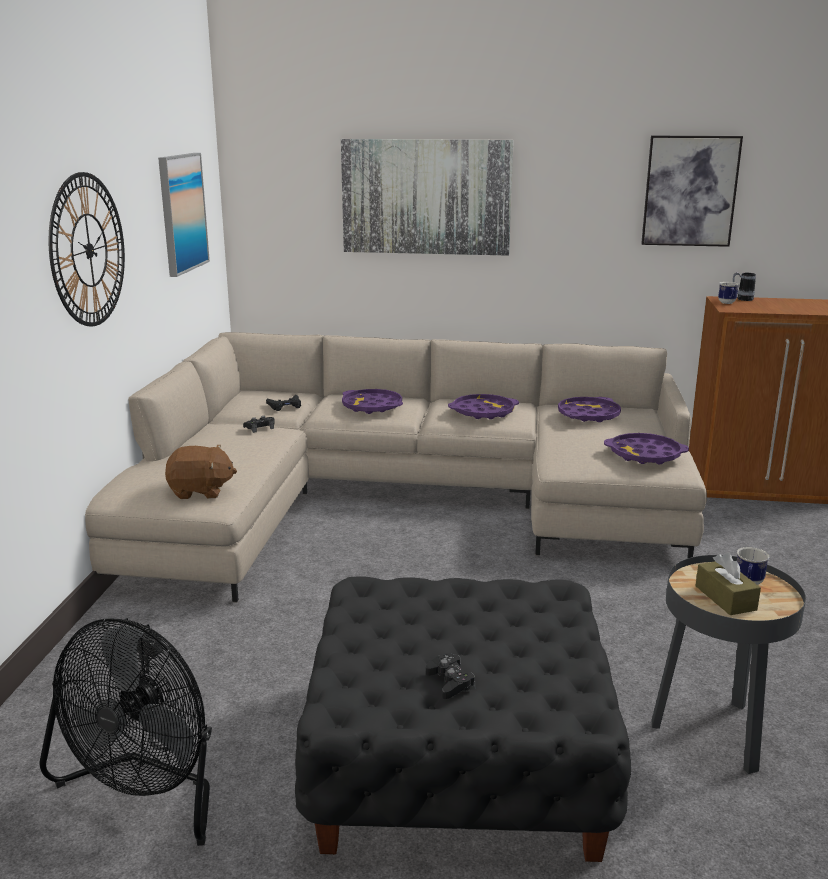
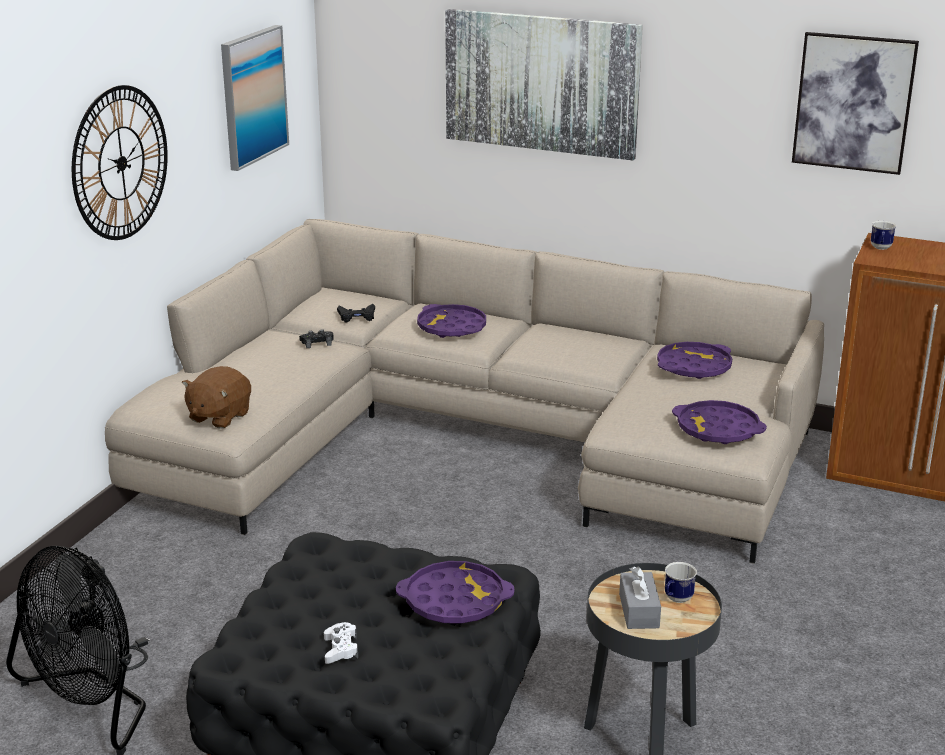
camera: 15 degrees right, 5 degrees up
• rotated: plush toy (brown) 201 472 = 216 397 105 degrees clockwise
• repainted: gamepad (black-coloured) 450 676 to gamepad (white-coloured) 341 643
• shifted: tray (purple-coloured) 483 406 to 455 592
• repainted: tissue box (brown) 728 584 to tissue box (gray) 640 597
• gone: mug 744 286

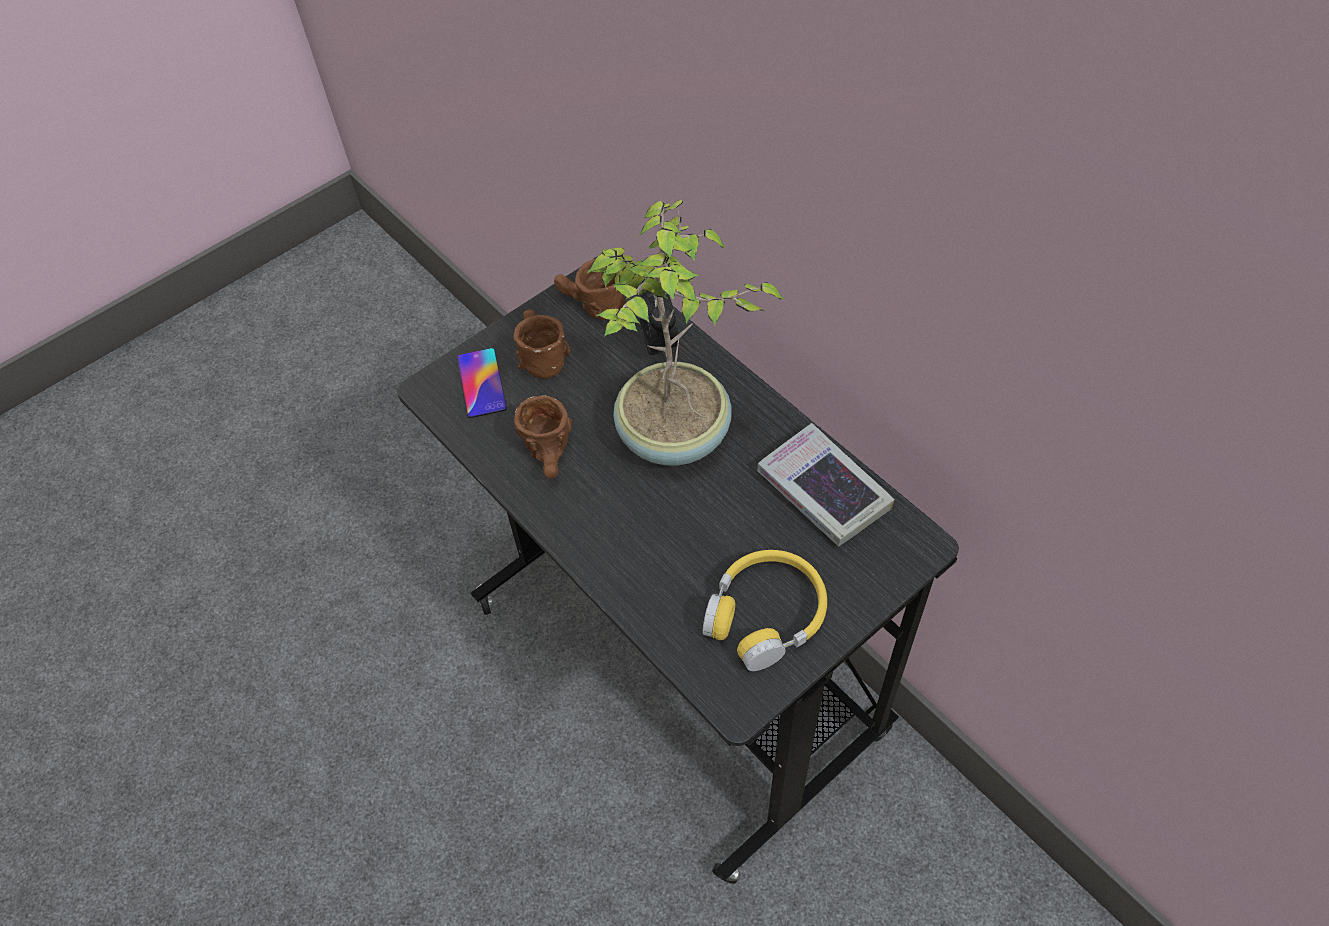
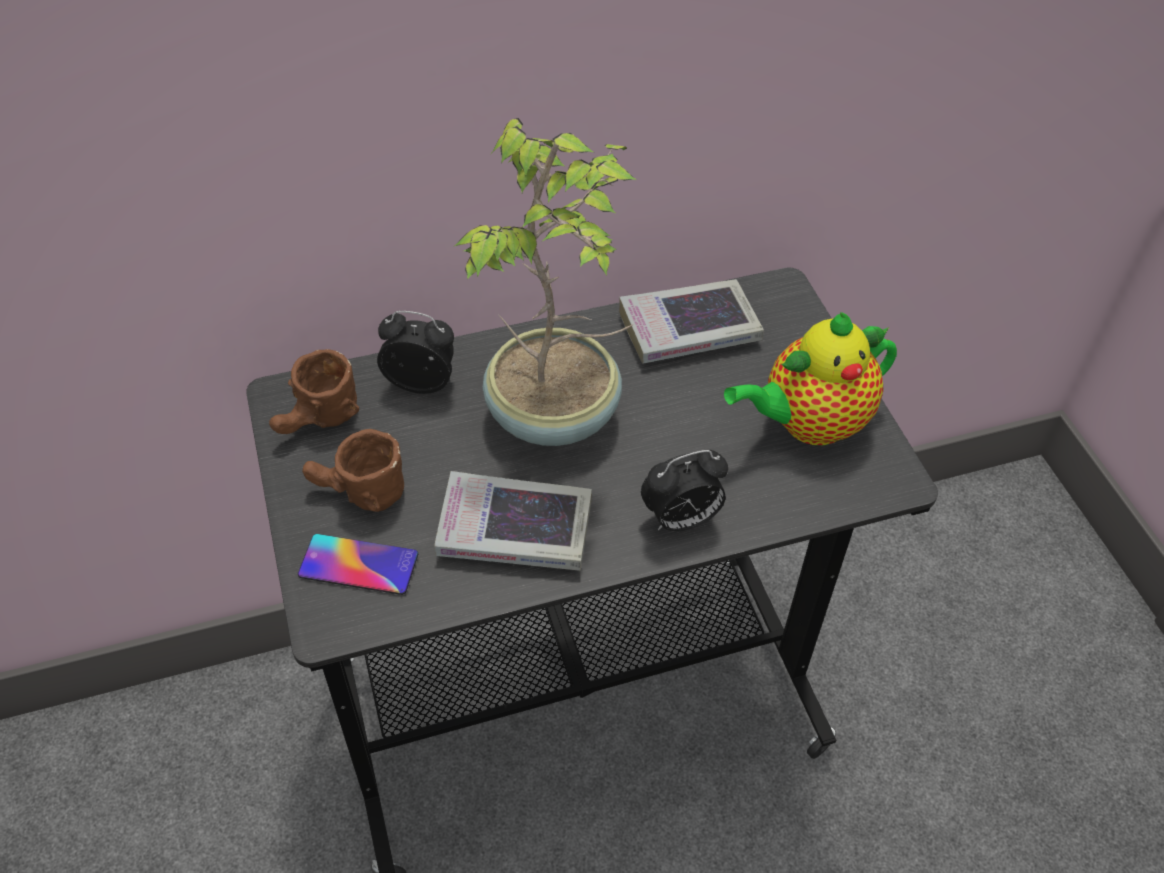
camera: 70 degrees left, 5 degrees down
• swapped: mug (brown) 543 437 to bound book 513 521
• swapped: headphones (yellowish) 764 610 to tea pot 810 378
• new: table clock 684 491

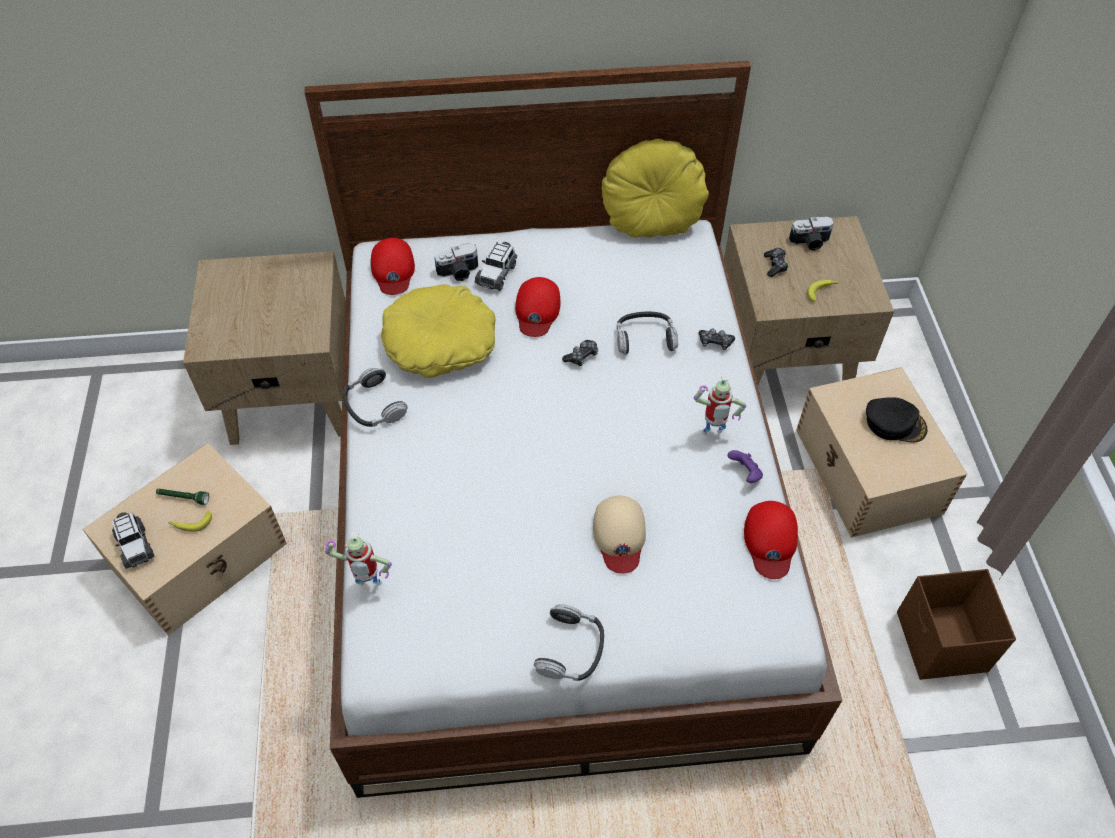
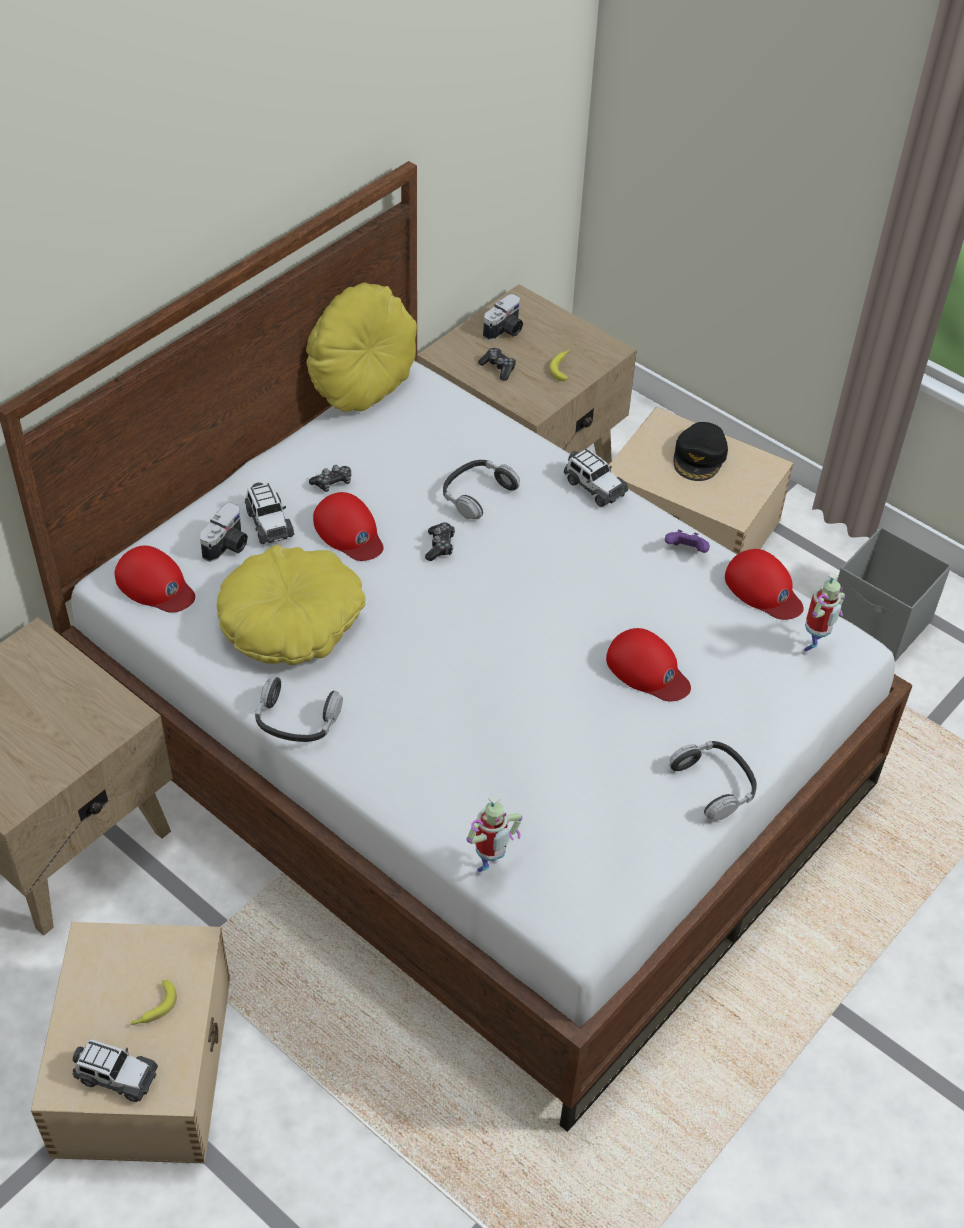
camera: 45 degrees left, 5 degrees down
• gone: flashlight (green) 182 497
• repainted: peaked cap (sand-coloured) 619 535 to peaked cap (red-coloured) 648 664
• shifted: robot figure 720 405 to 823 613
• shifted: gamepad 717 339 to 330 478
• rotated: peaked cap (black-coloured) 896 419 = 700 451 135 degrees clockwise
• repainted: storage box (brown) 956 624 to storage box (gray) 894 594
• new: model car 596 477

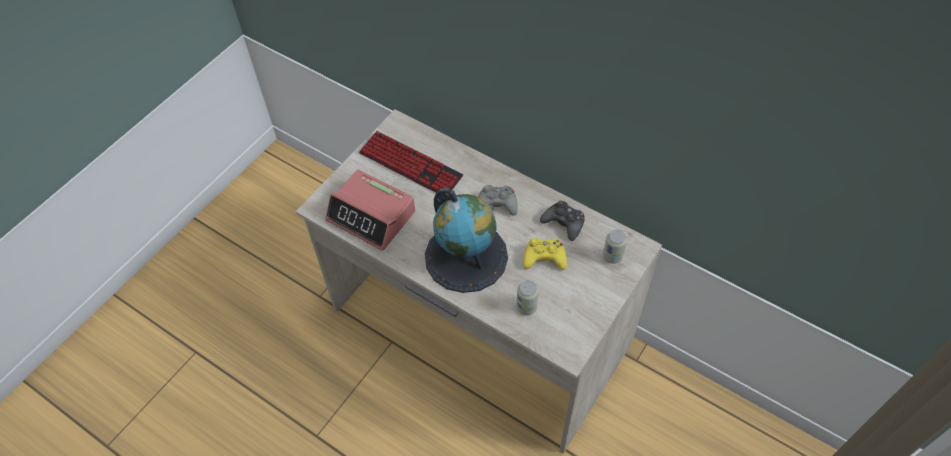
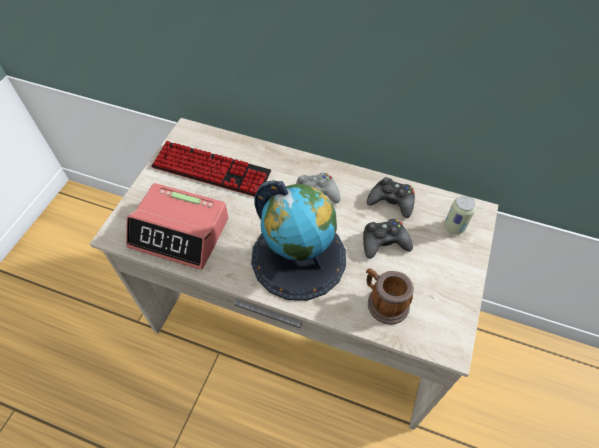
camera: 15 degrees left, 0 degrees up
• swapped: can 527 297 to mug 390 296
• repainted: gamepad (yellowish) 545 254 to gamepad (black-coloured) 388 239

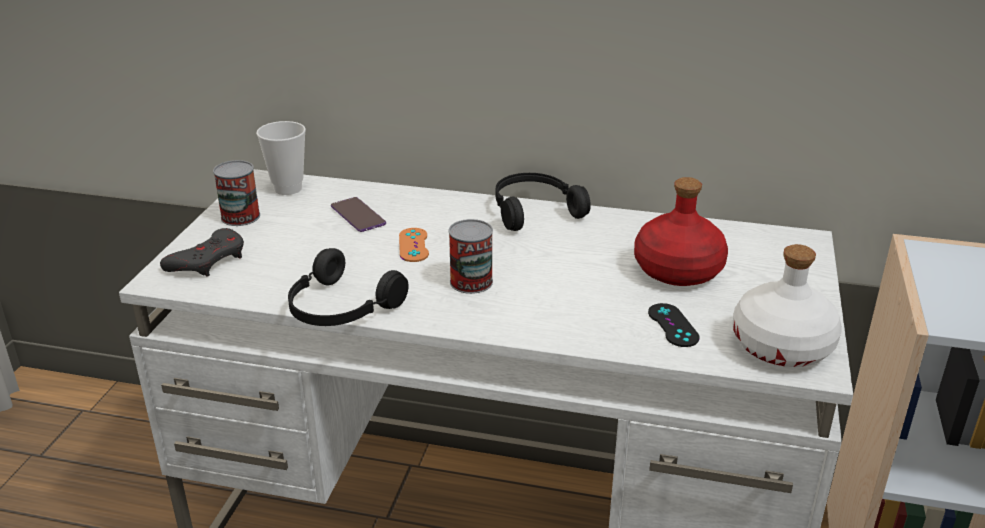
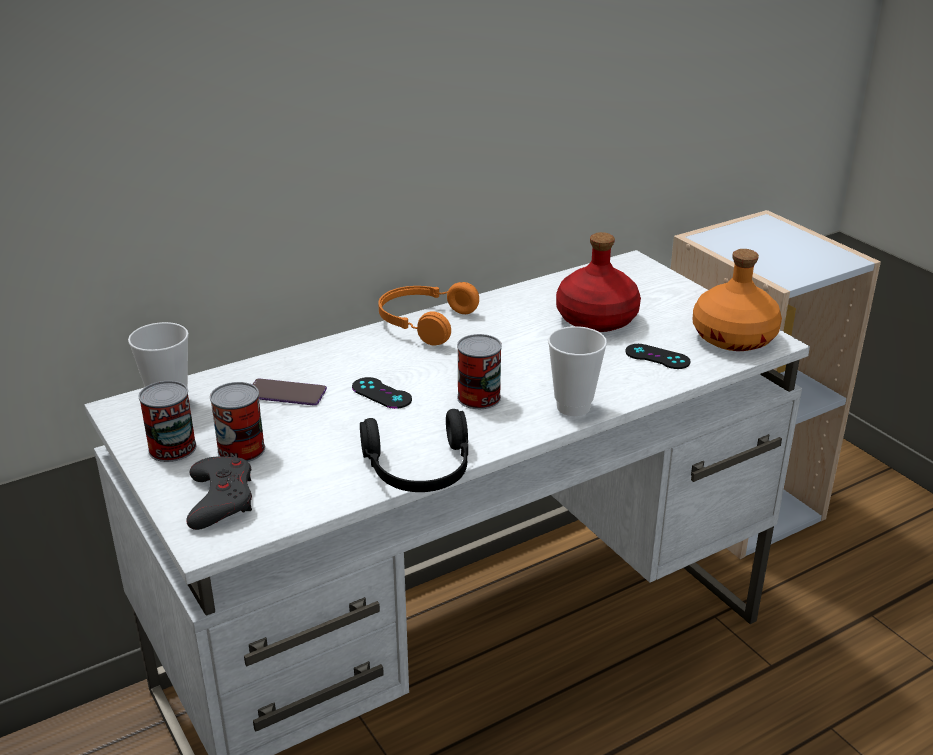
camera: 45 degrees left, 0 degrees up
• repainted: gamepad (orange-coloured) 414 245 to gamepad (black-coloured) 382 393
• repainted: headphones (black-coloured) 543 202 to headphones (orange-coloured) 428 313
• repainted: drink bottle (white-coloured) 787 305 to drink bottle (orange-coloured) 737 300
• new: can 237 422
• new: cup 577 371

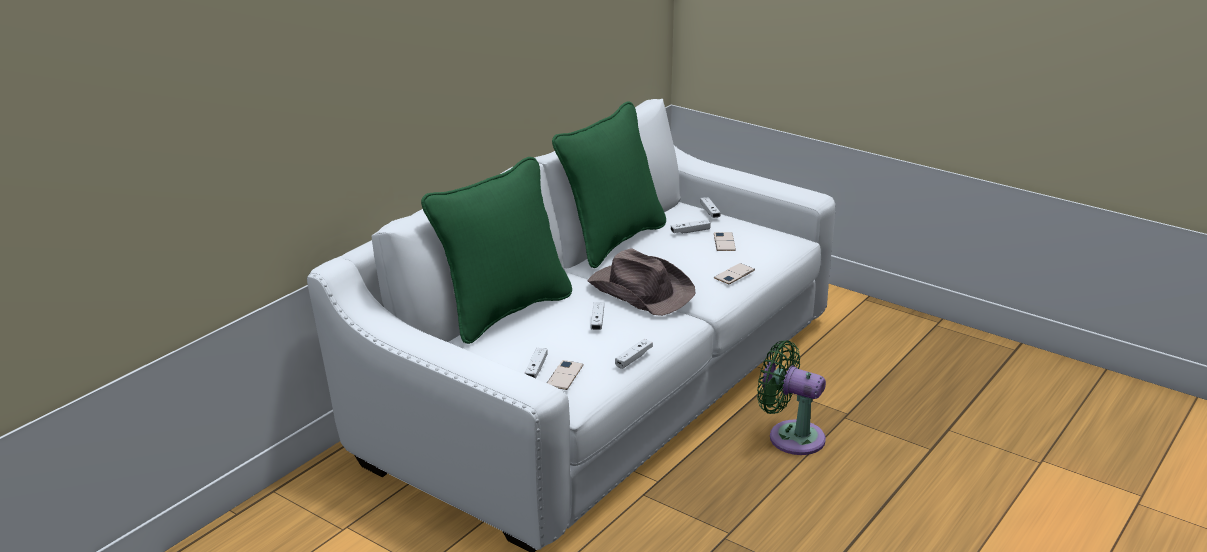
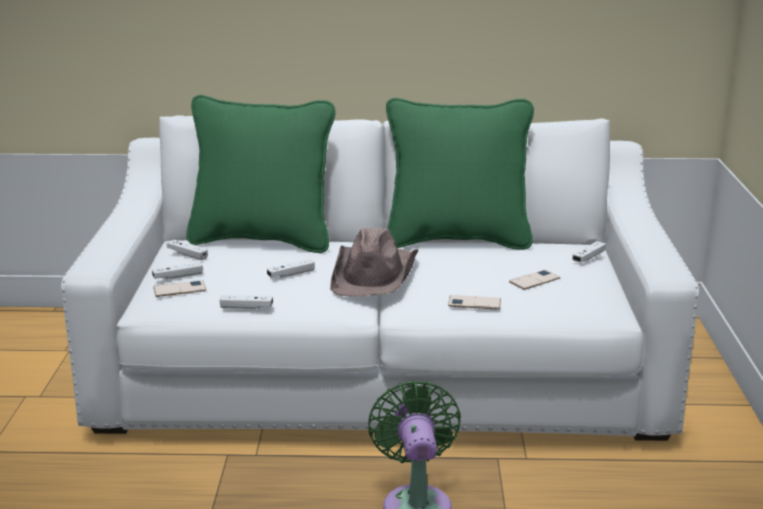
camera: 55 degrees right, 5 degrees down
• shifted: gamepad (white-coloured) 691 226 to 187 250

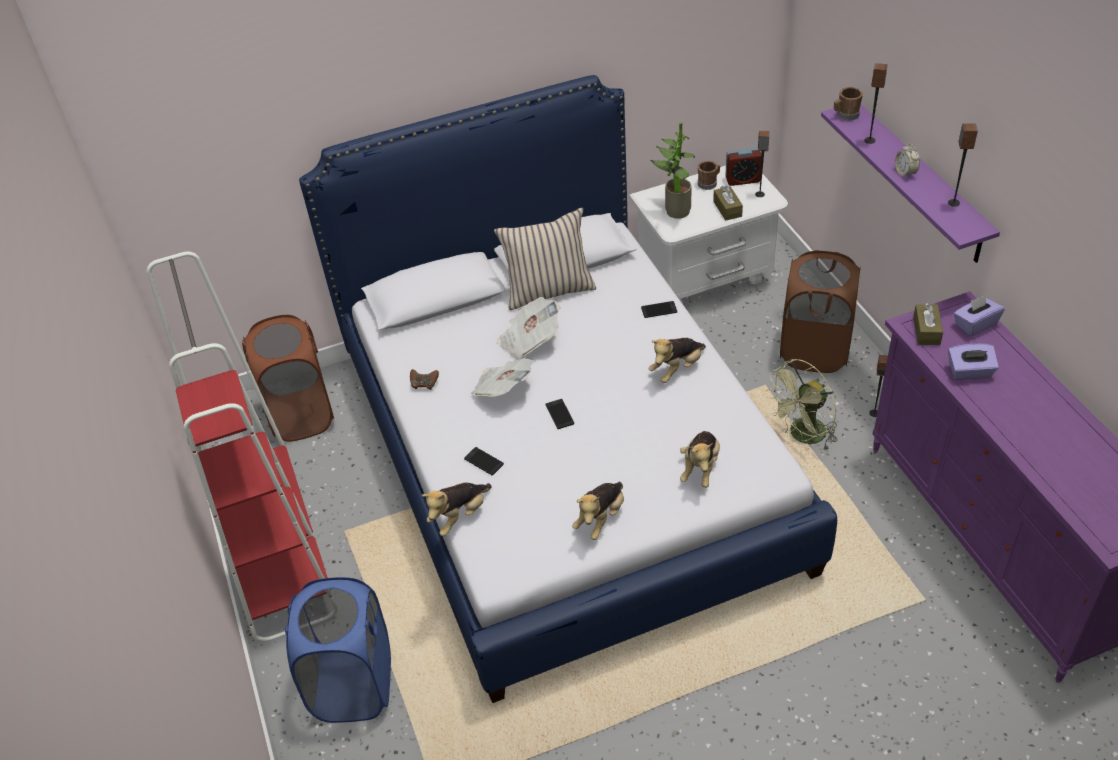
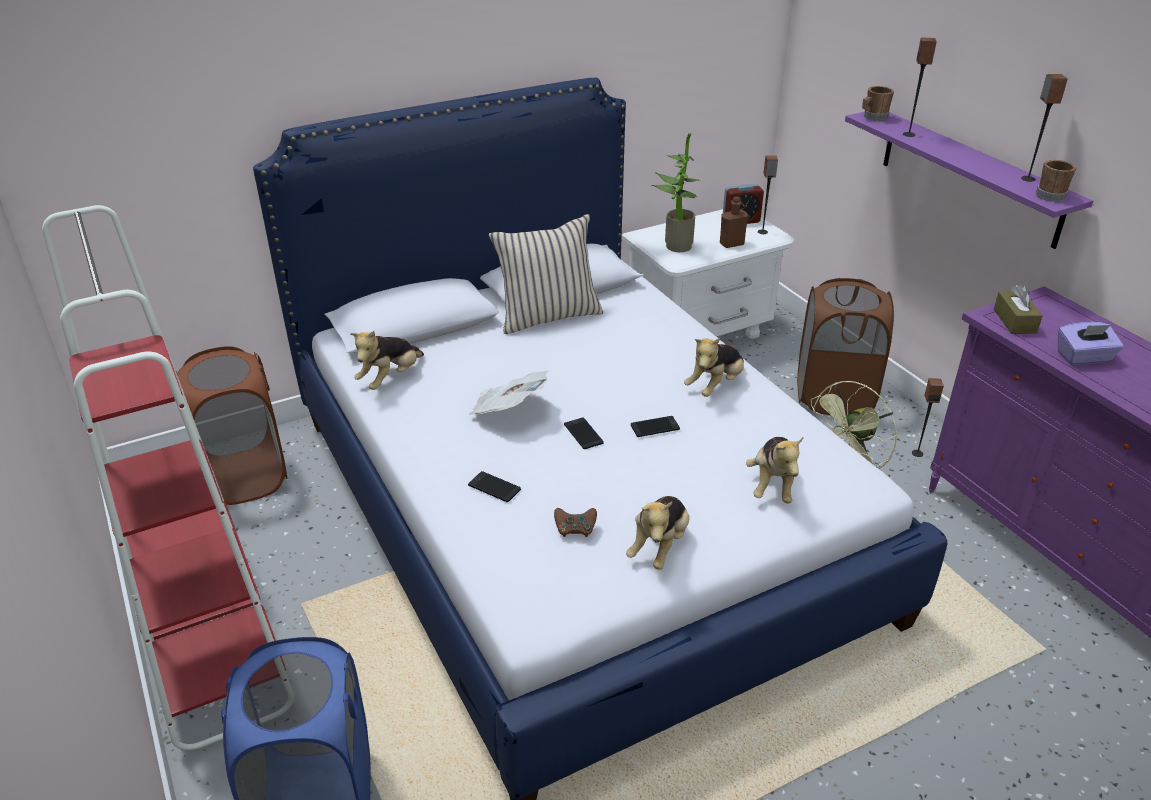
camera: 10 degrees left, 10 degrees down
• shifted: gamepad (brown) 424 379 to 575 522
• shifted: plush toy 457 509 to 387 360
• gone: newspaper 529 328
• shifted: phone 659 309 to 655 426
• shifted: mug (brown) 709 175 to 1056 181
• swapped: tissue box (brown) 728 203 to drink bottle (brown) 734 222
• gone: table clock 907 160
• gone: tissue box (purple-coloured) 979 316

